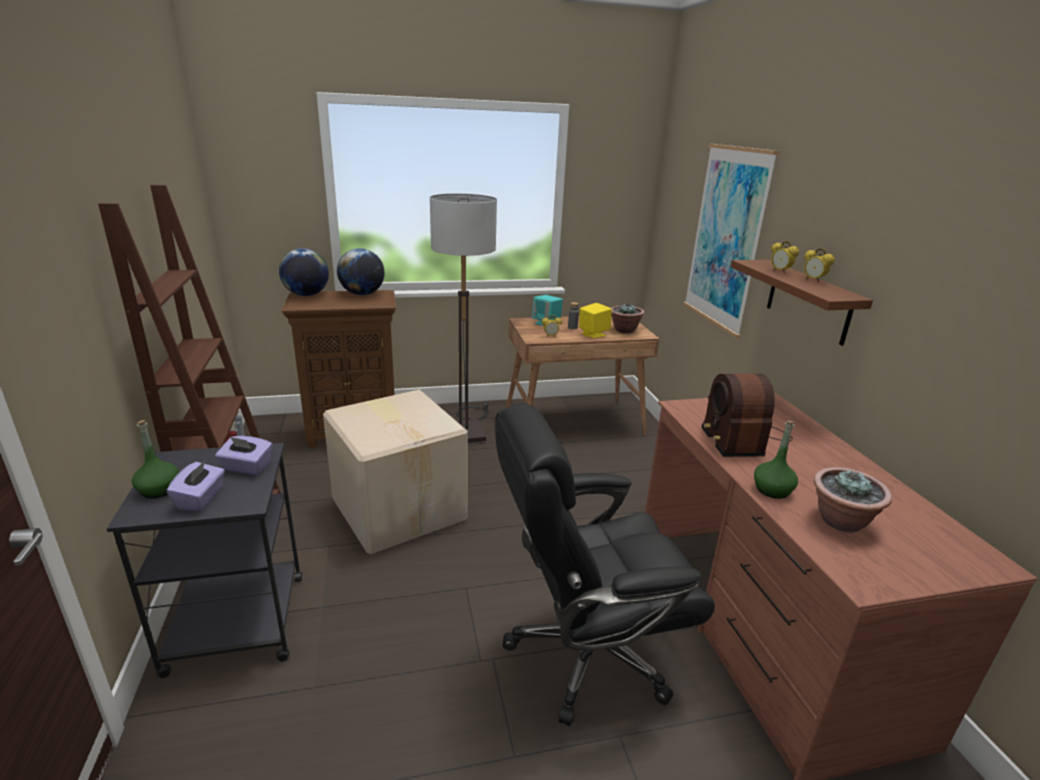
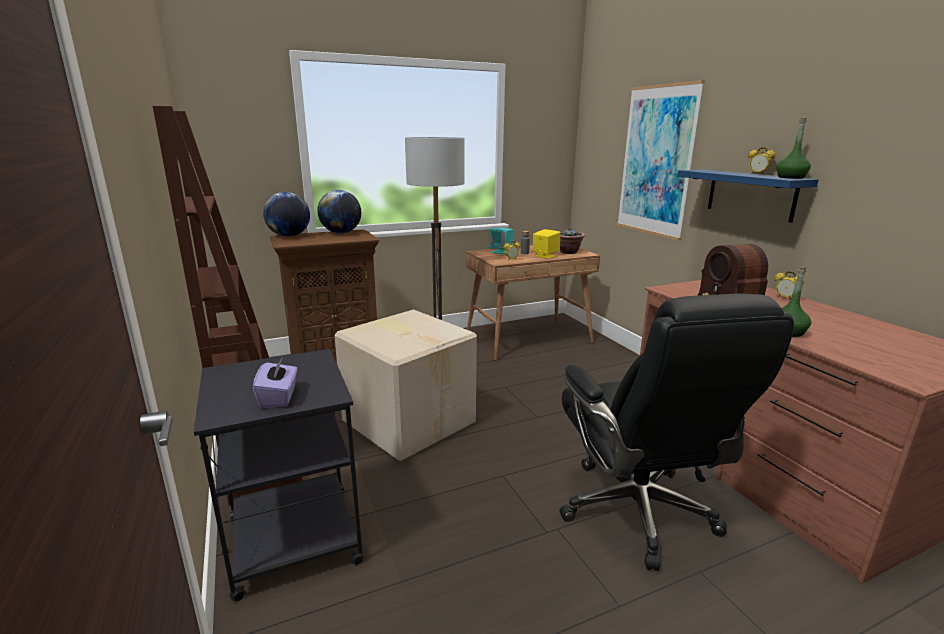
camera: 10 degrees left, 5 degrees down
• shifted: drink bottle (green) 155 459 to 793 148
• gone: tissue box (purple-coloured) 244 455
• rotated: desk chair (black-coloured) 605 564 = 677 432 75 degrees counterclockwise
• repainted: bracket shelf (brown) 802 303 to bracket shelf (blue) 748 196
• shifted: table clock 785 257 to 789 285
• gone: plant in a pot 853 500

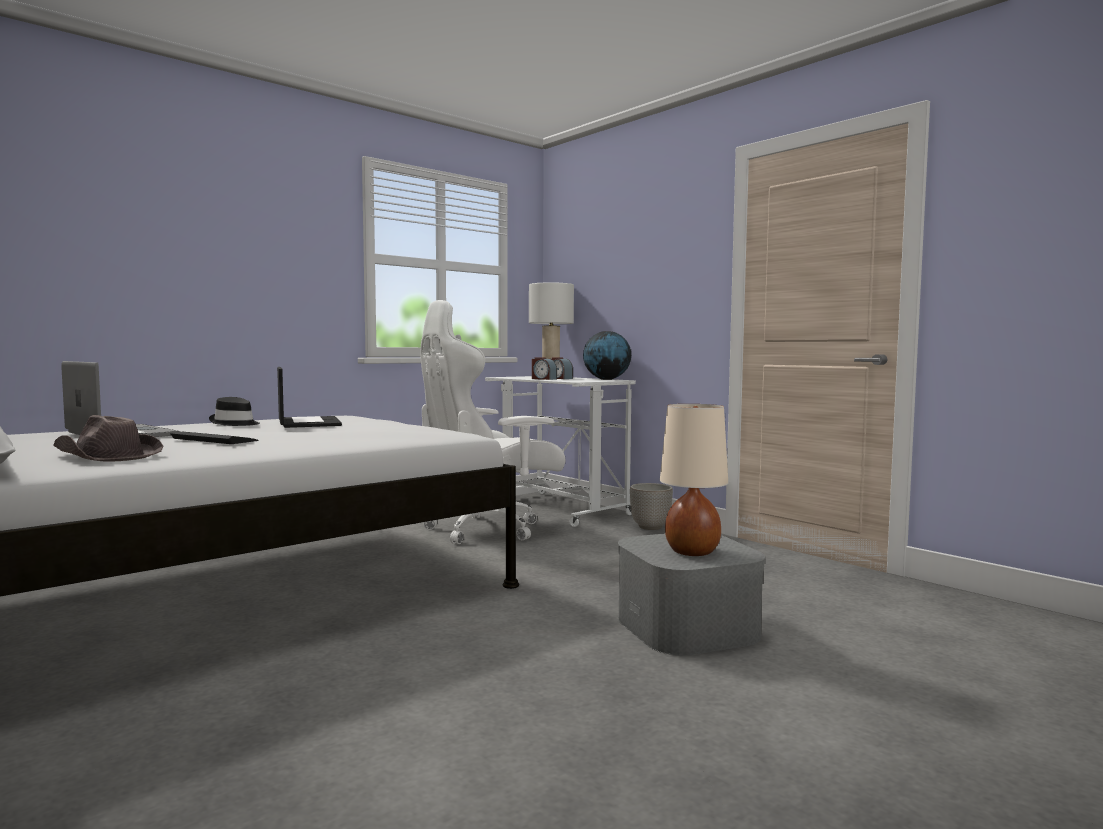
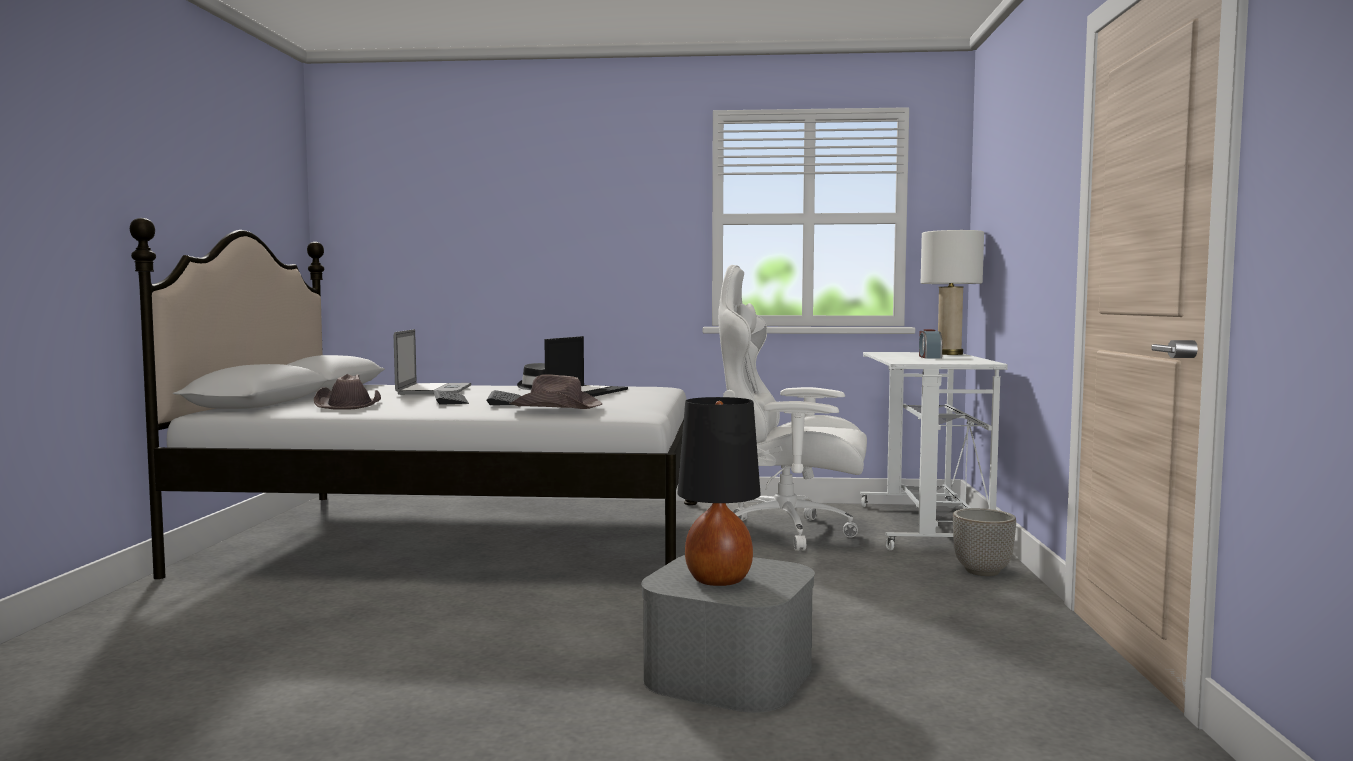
camera: 45 degrees right, 0 degrees up
• gone: table clock 544 369
• gone: globe 607 355
• repainted: table lamp (sand-coloured) 694 480 to table lamp (black-coloured) 719 491
• new: PC keyboard 504 397
• new: clothing hat (brown) 555 392

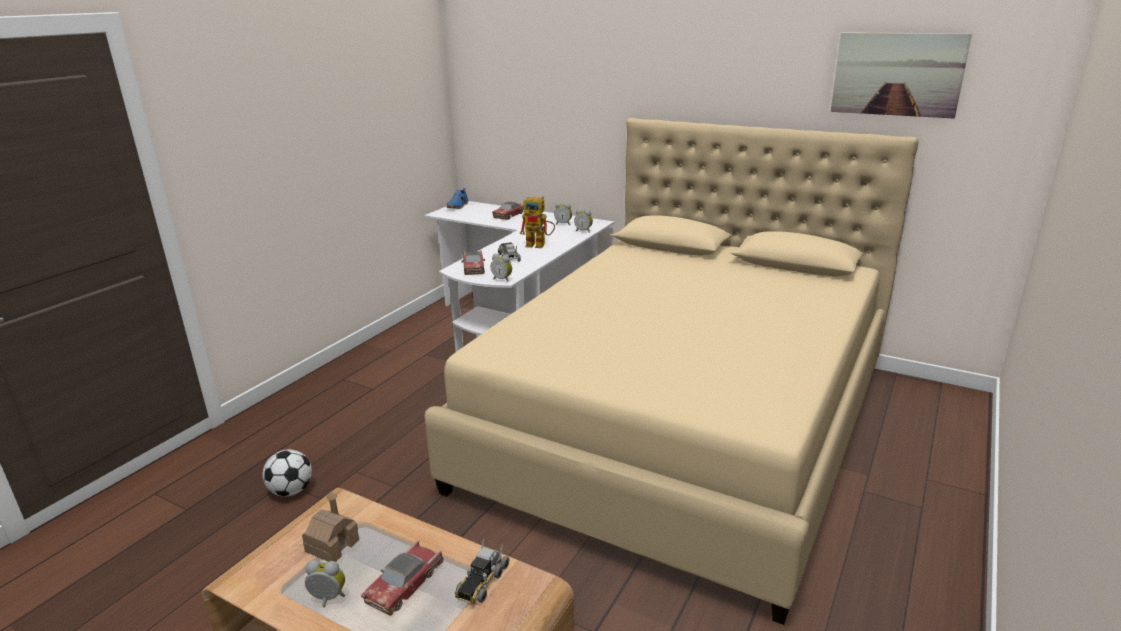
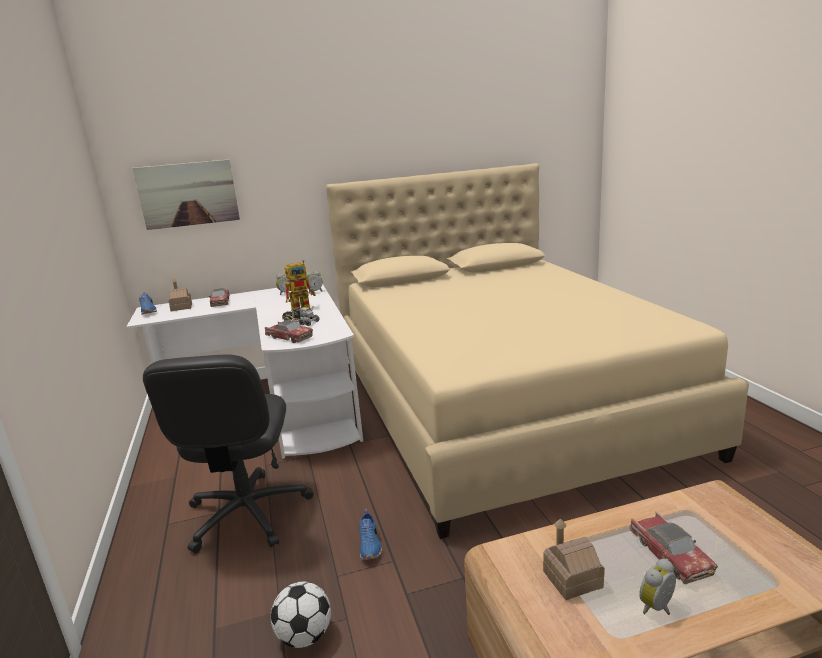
camera: 45 degrees left, 5 degrees down
• gone: toy truck 482 571
• gone: table clock 501 268
• shifted: wall art 901 75 to 186 194
• new: desk chair (black-coloured) 228 454
• new: model house 180 295
• new: shoe (blue) 370 534

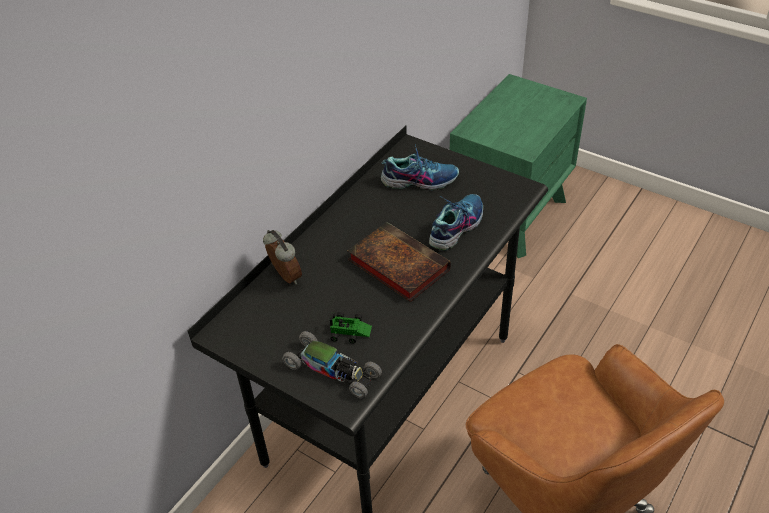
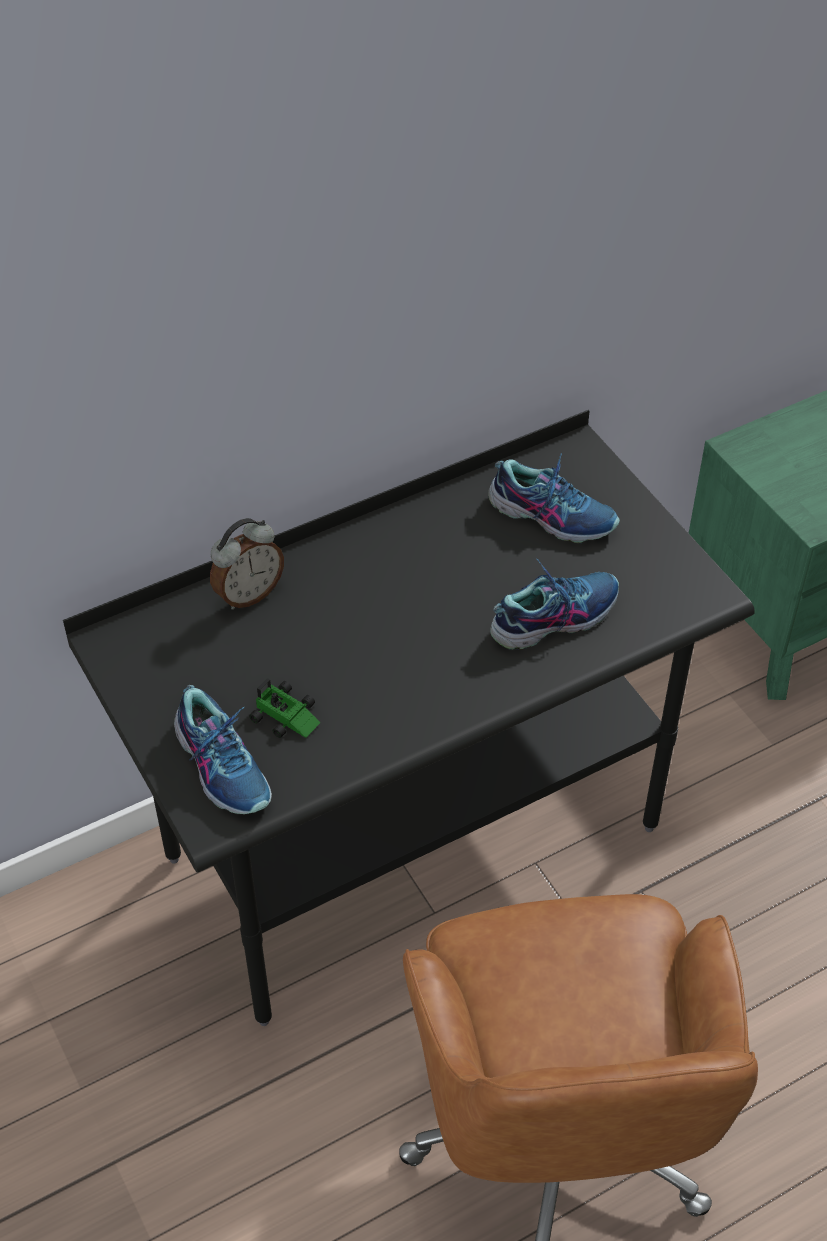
camera: 25 degrees right, 5 degrees up
• rotated: table clock 282 257 = 247 564 60 degrees clockwise
• swapped: model car 332 365 to shoe 223 749
• gone: bound book 399 262

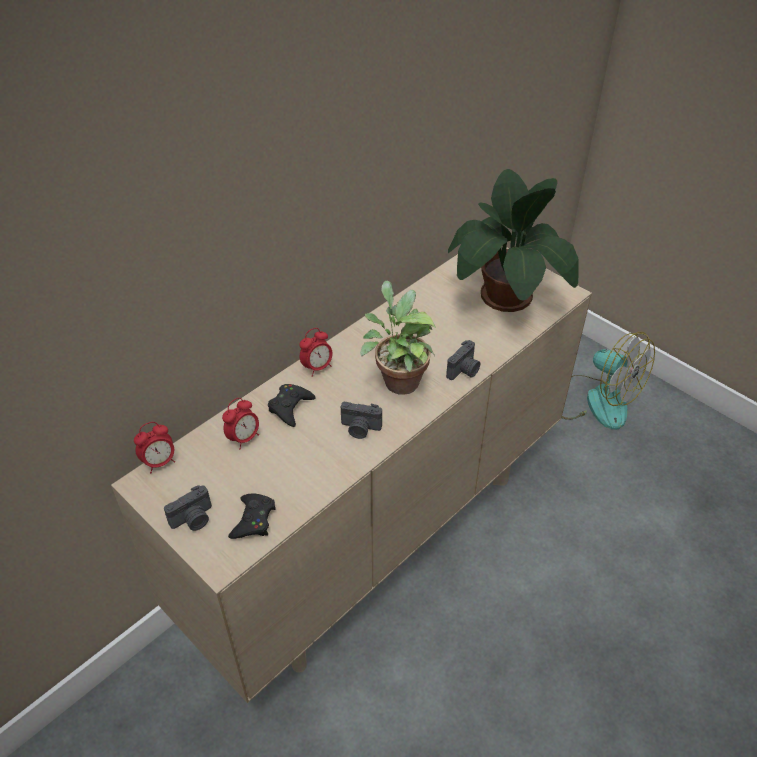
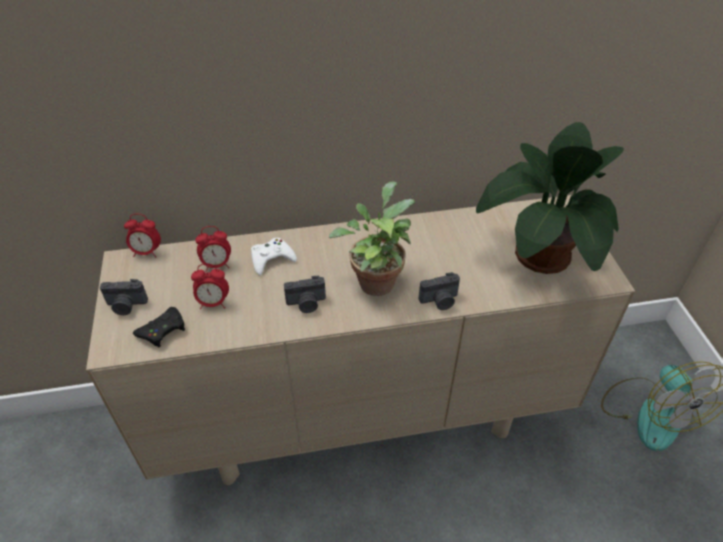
camera: 35 degrees right, 0 degrees up
• repainted: gamepad (black-coloured) 292 405 to gamepad (white-coloured) 274 256
• shifted: table clock 316 352 to 210 286
• rotated: still camera 361 420 = 305 294 60 degrees counterclockwise

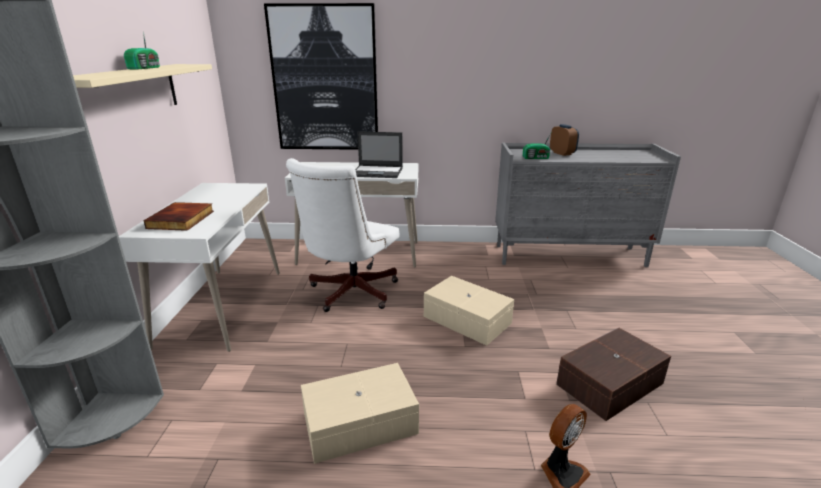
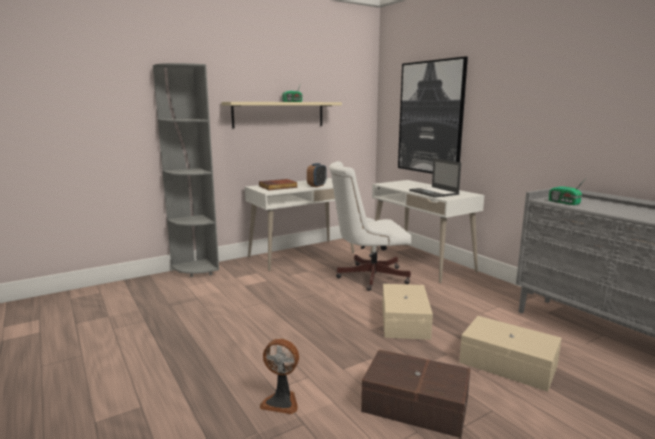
camera: 55 degrees right, 10 degrees down
• shifted: storage box (sand-coloured) 360 413 to 510 354
• shifted: table clock 564 140 to 317 175

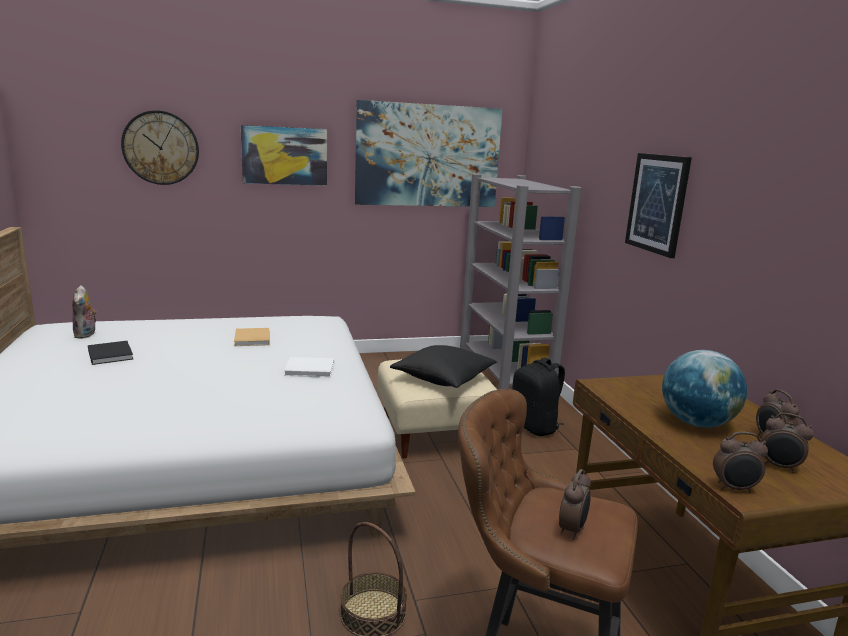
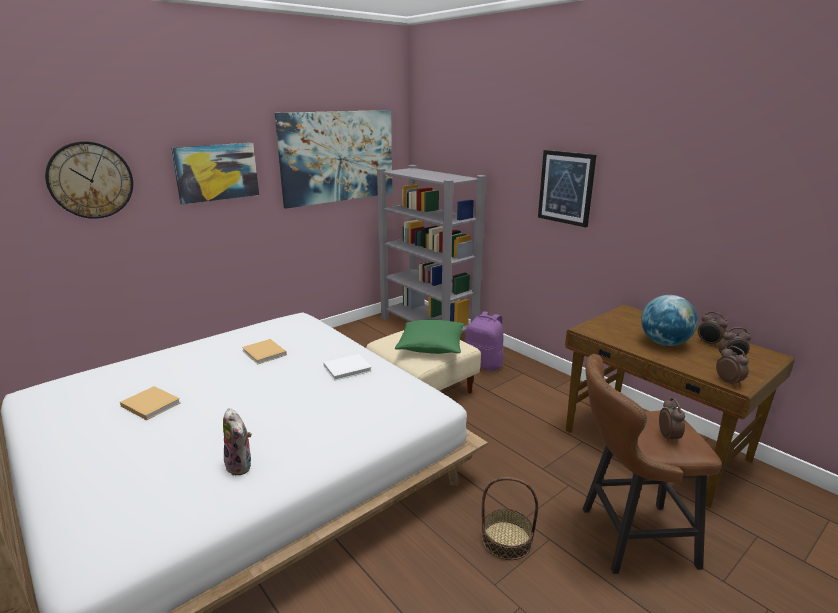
camera: 25 degrees left, 5 degrees up
• shifted: plush toy 84 312 to 237 442
• repainted: bound book (black-coloured) 110 353 to bound book (sand-coloured) 150 403
• repainted: throw pillow (black-coloured) 443 366 to throw pillow (green) 430 337
• repainted: knapsack (black-coloured) 538 397 to knapsack (purple-coloured) 484 341
• rotated: table clock 740 462 = 732 366 90 degrees counterclockwise

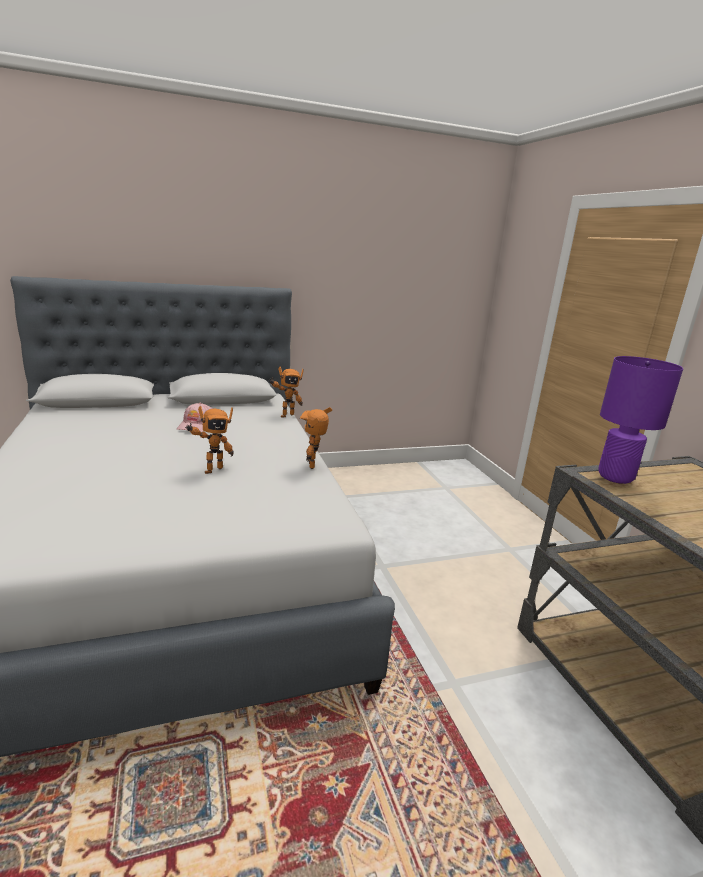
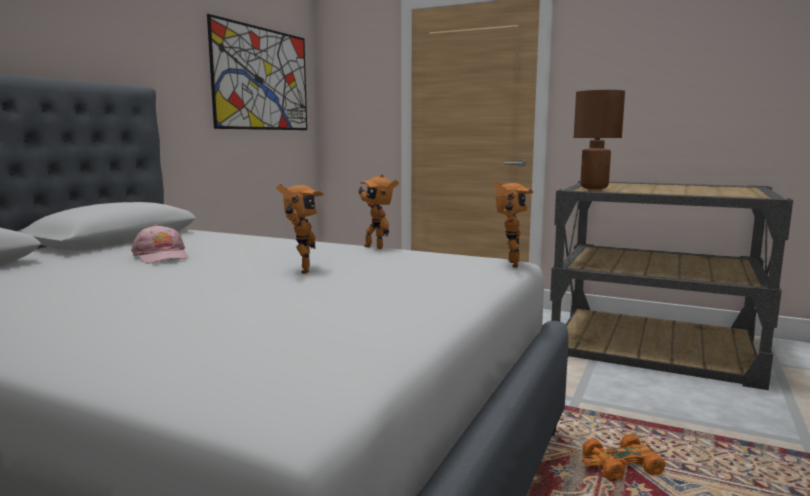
camera: 45 degrees left, 10 degrees down
• shifted: robot figure 287 392 to 513 225
• repainted: table lamp (purple-coloured) 640 420 to table lamp (brown) 599 139
• new: wall art 257 72
• new: model car (orange-coloured) 623 457

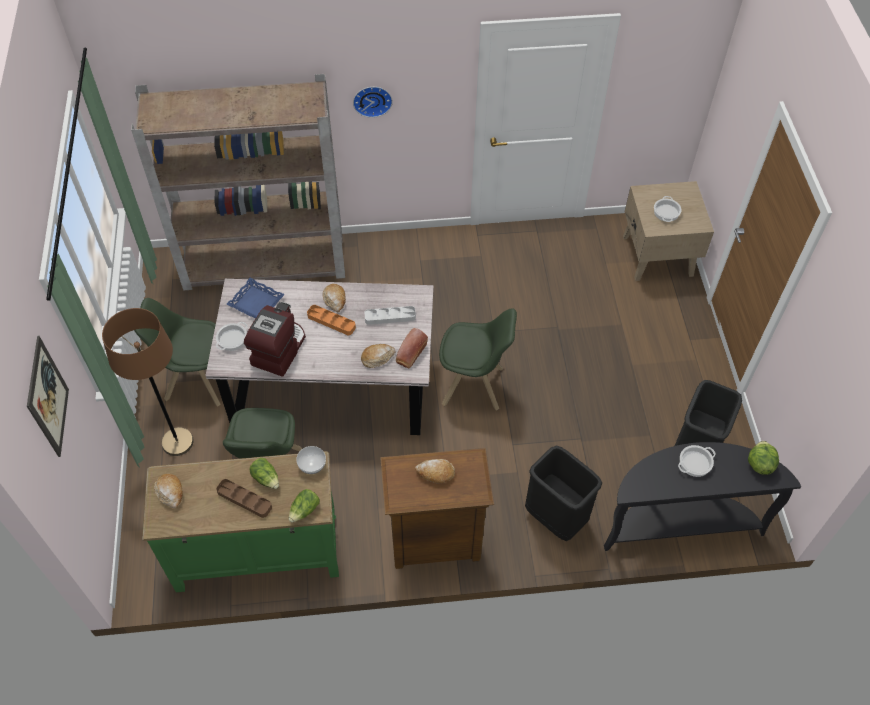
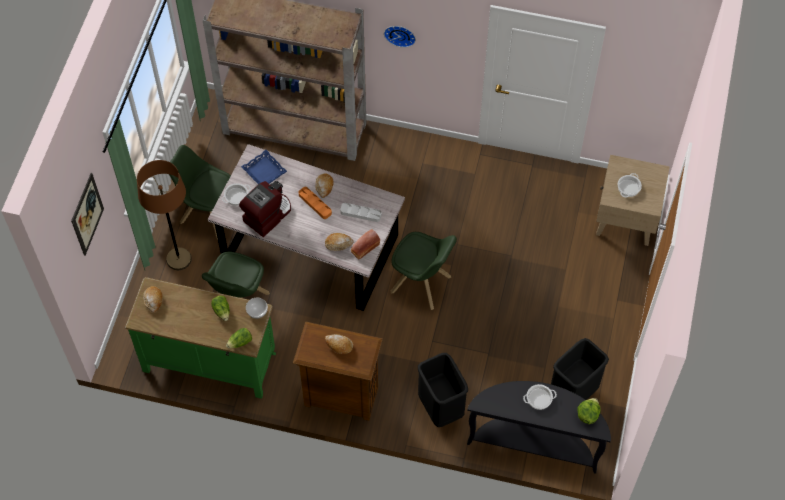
camera: 20 degrees right, 5 degrees up
• gone: tray (brown) 244 498

